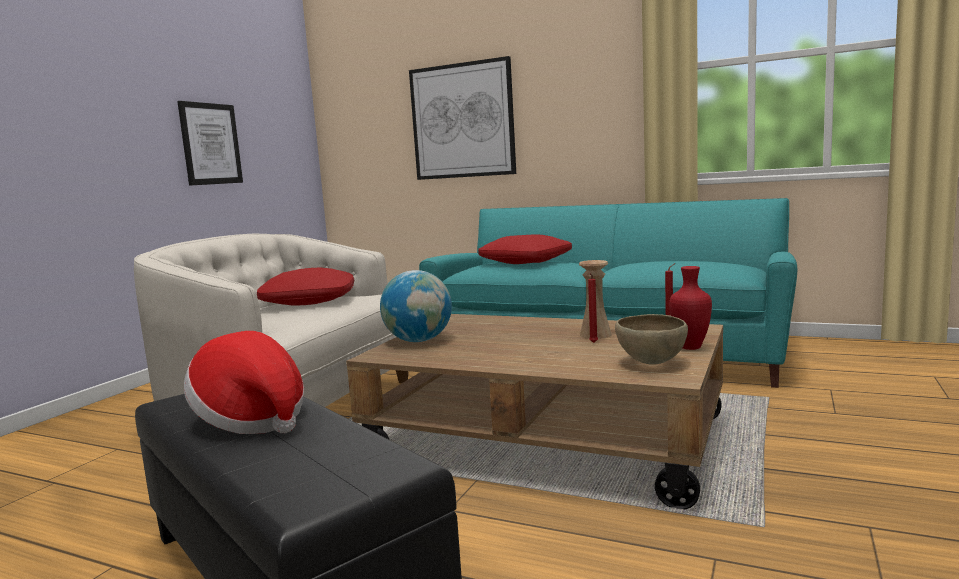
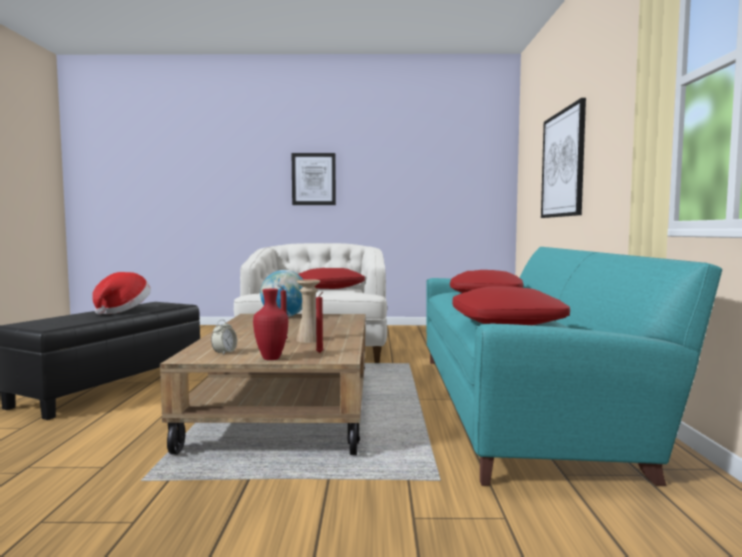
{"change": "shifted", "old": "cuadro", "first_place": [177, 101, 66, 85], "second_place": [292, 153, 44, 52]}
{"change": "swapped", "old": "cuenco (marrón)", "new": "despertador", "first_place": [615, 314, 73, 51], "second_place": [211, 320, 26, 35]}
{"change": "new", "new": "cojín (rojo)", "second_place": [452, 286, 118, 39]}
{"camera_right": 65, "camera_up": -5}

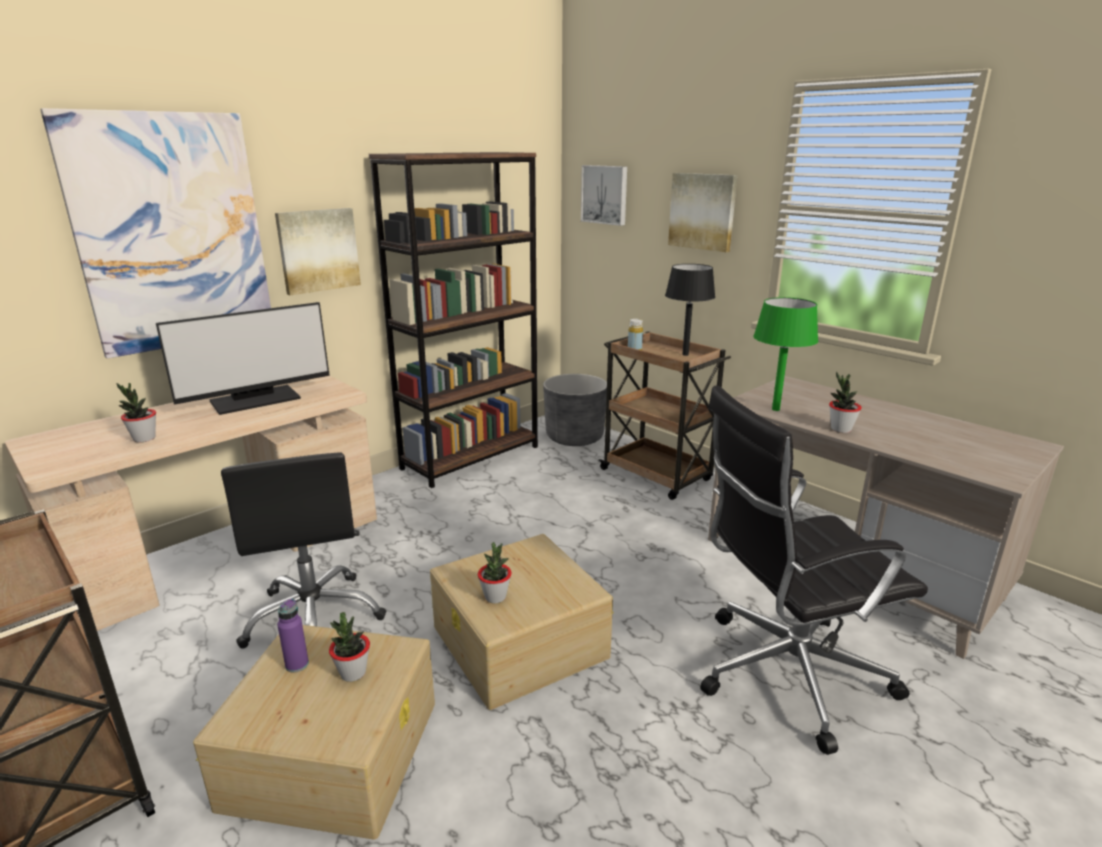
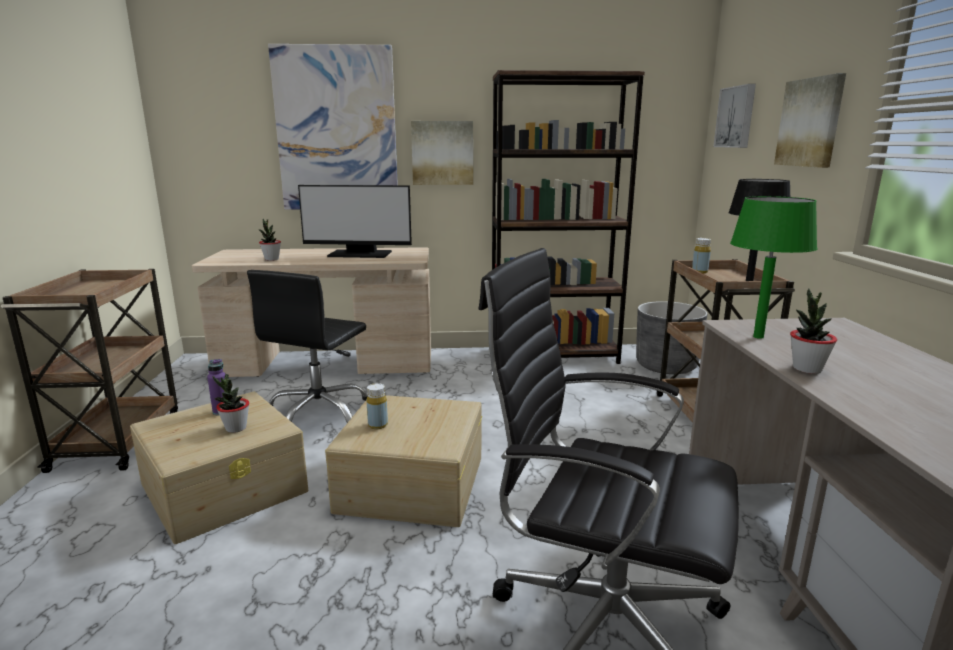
{"change": "swapped", "old": "planta en maceta", "new": "botella (amarillo)", "first_place": [478, 542, 34, 61], "second_place": [366, 383, 22, 46]}
{"camera_right": 40, "camera_up": -5}

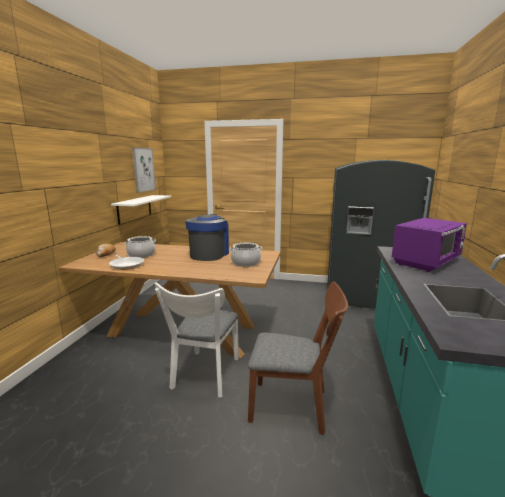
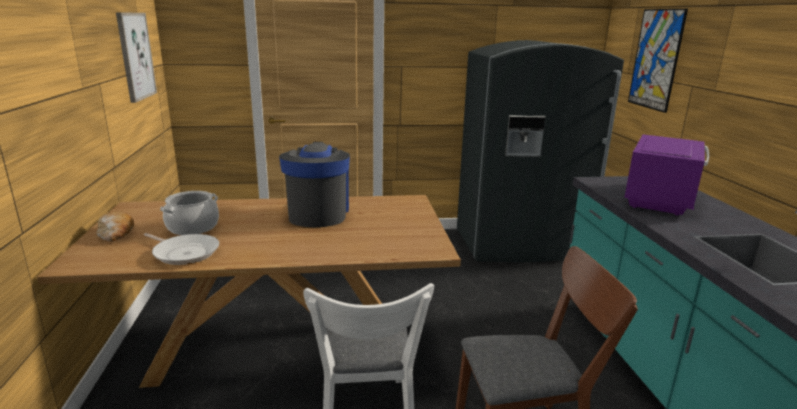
{"change": "gone", "old": "estante (blanco)", "first_place": [111, 195, 60, 29]}
{"change": "gone", "old": "olla", "first_place": [229, 242, 33, 25]}
{"change": "new", "new": "cuadro", "second_place": [628, 9, 60, 104]}
{"camera_right": -20, "camera_up": 5}

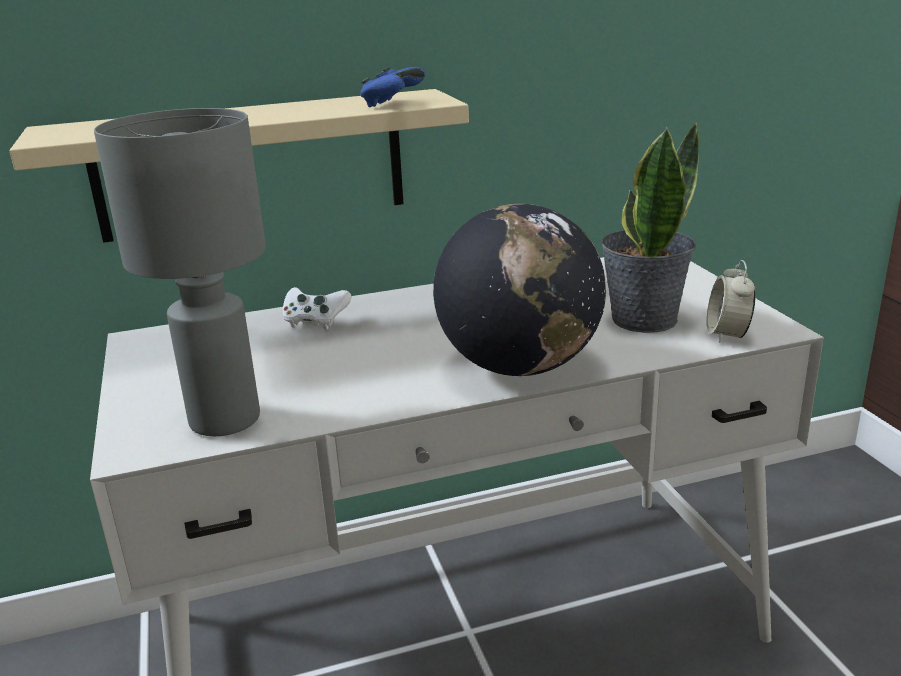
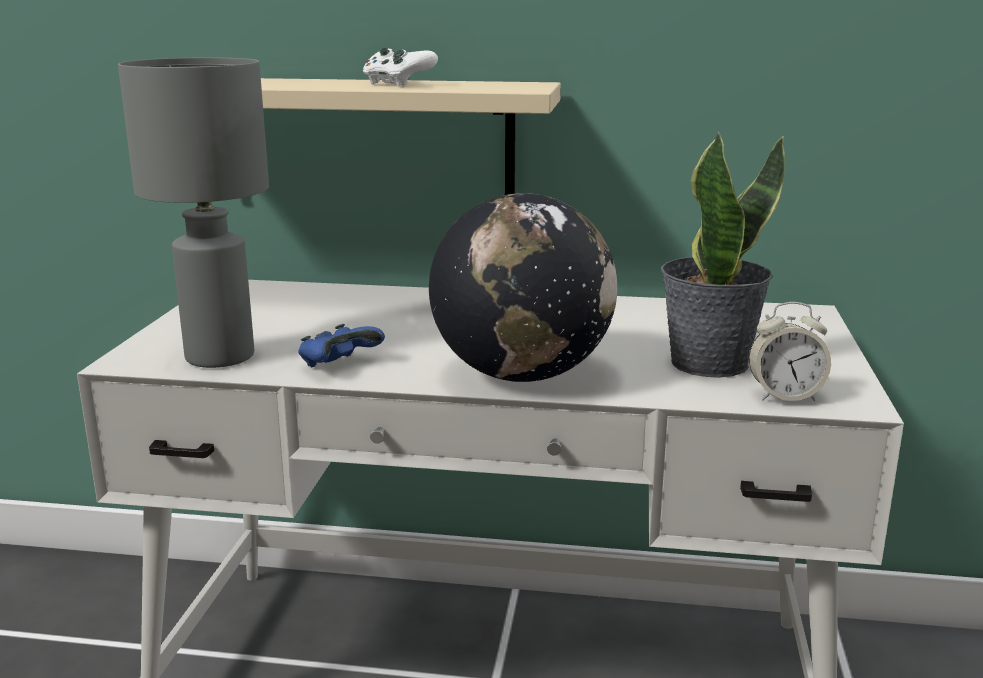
{"change": "shifted", "old": "mando de consola (blanco)", "first_place": [283, 287, 68, 43], "second_place": [363, 48, 75, 39]}
{"change": "shifted", "old": "mando de consola (azul)", "first_place": [360, 67, 65, 40], "second_place": [298, 324, 87, 43]}
{"change": "rotated", "old": "despertador", "first_place": [707, 260, 49, 83], "second_place": [749, 302, 82, 99], "degrees": -120}
{"camera_right": 25, "camera_up": -5}

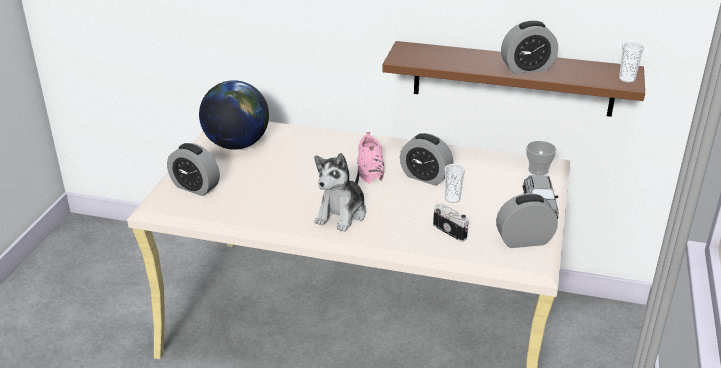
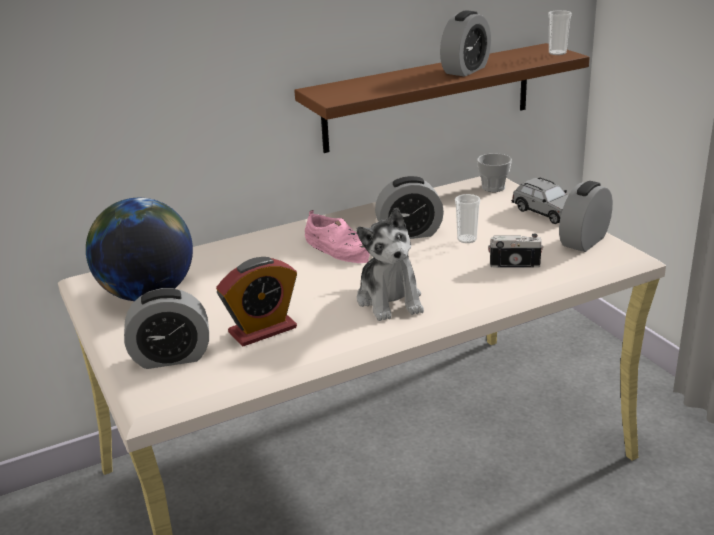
{"change": "new", "new": "despertador", "second_place": [216, 257, 81, 89]}
{"camera_right": -40, "camera_up": -5}

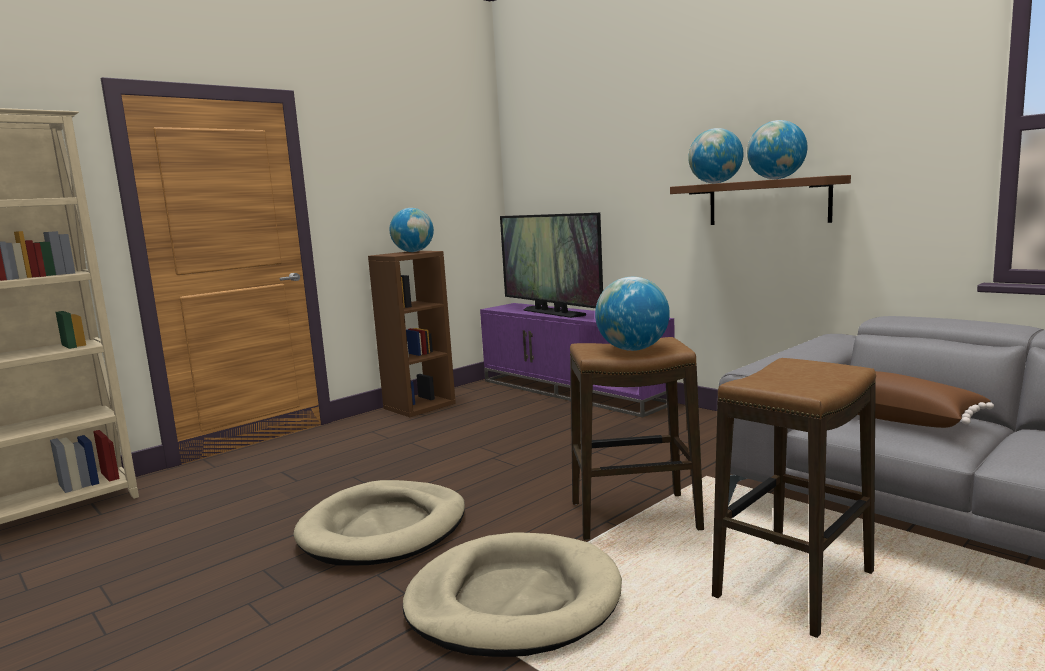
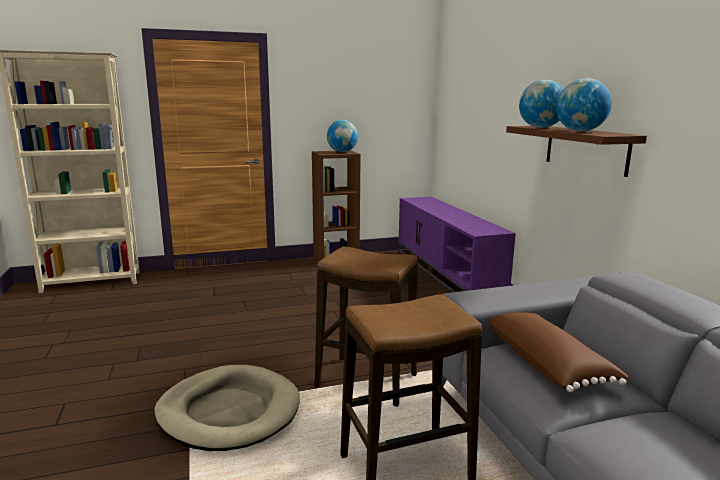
{"change": "gone", "old": "cama para perro (beis)", "first_place": [293, 480, 172, 86]}
{"change": "gone", "old": "televisor", "first_place": [500, 213, 103, 105]}
{"change": "gone", "old": "globo terráqueo", "first_place": [595, 277, 75, 74]}
{"camera_right": 25, "camera_up": 5}

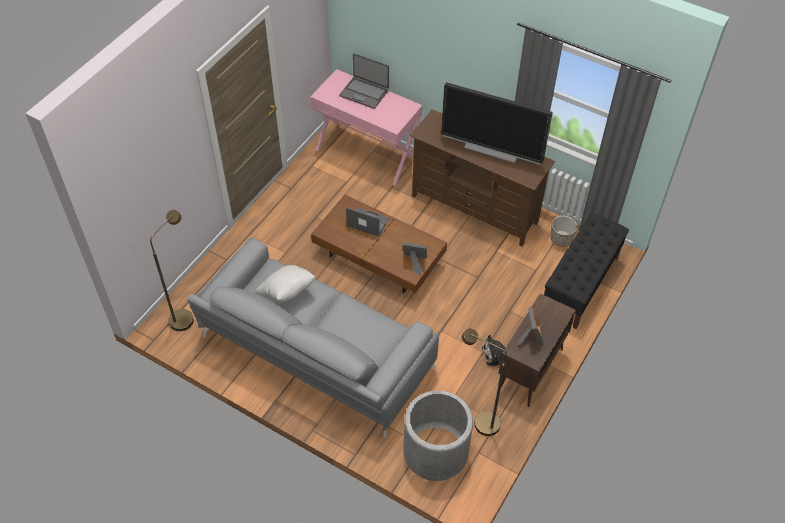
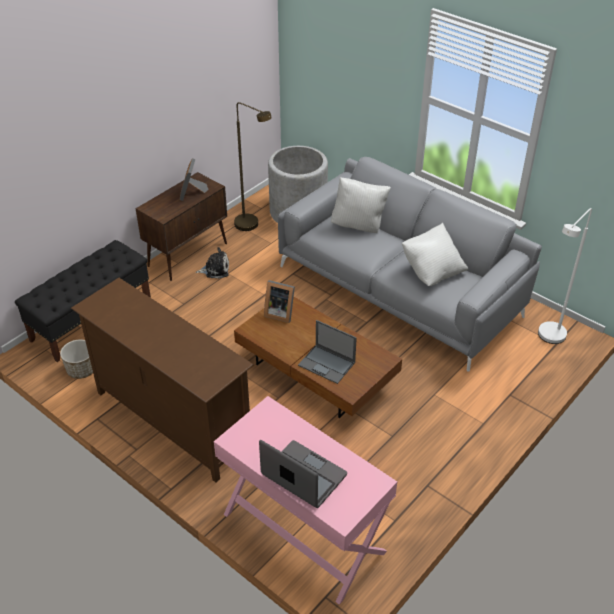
{"change": "repainted", "old": "lámpara de pie (marrón)", "new": "lámpara de pie (blanco)", "first_place": [150, 210, 44, 121], "second_place": [538, 208, 54, 136]}
{"change": "gone", "old": "televisor", "first_place": [441, 82, 112, 82]}
{"change": "new", "new": "cojín (blanco)", "second_place": [331, 177, 60, 56]}
{"camera_right": -170, "camera_up": -10}

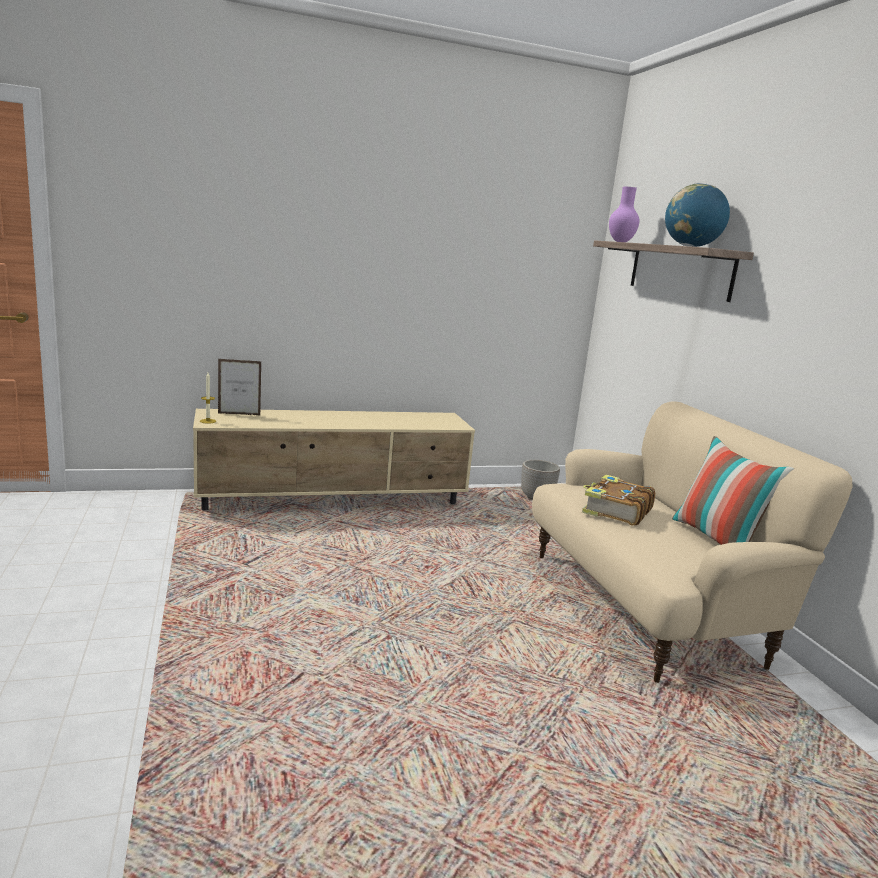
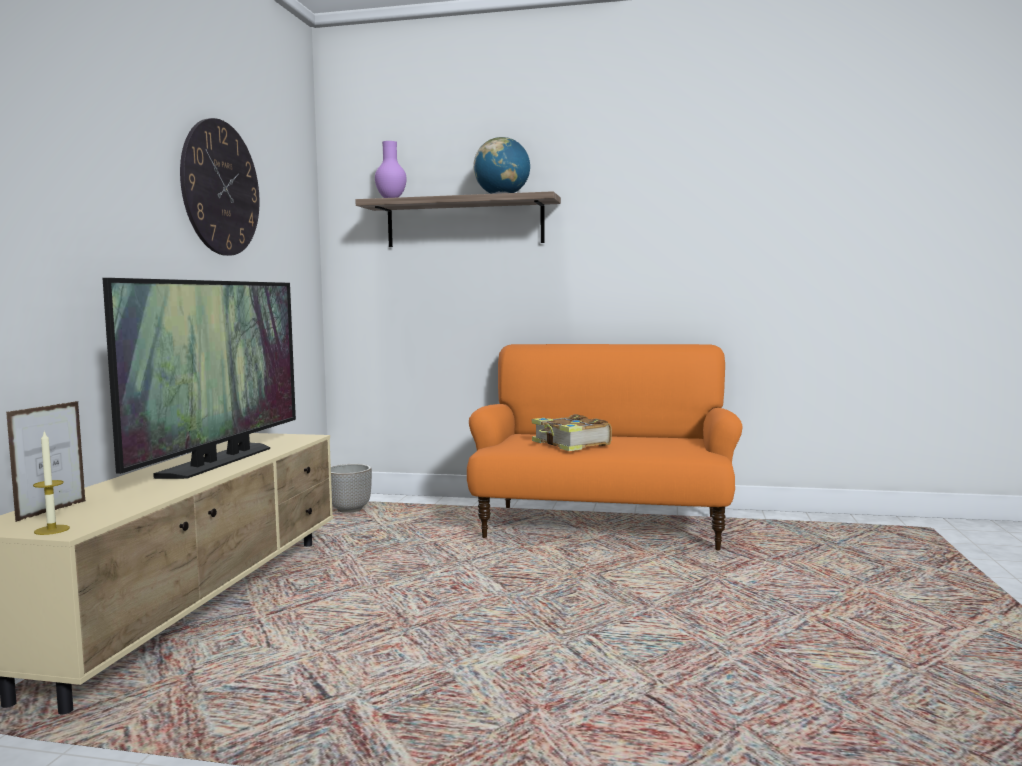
{"change": "repainted", "old": "sofá (beis)", "new": "sofá (naranja)", "first_place": [532, 401, 321, 282], "second_place": [467, 344, 276, 206]}
{"change": "gone", "old": "cojín", "first_place": [672, 436, 122, 109]}
{"change": "new", "new": "televisor", "second_place": [103, 278, 193, 201]}
{"change": "new", "new": "reloj de pared", "second_place": [180, 118, 79, 138]}
{"camera_right": -60, "camera_up": -10}

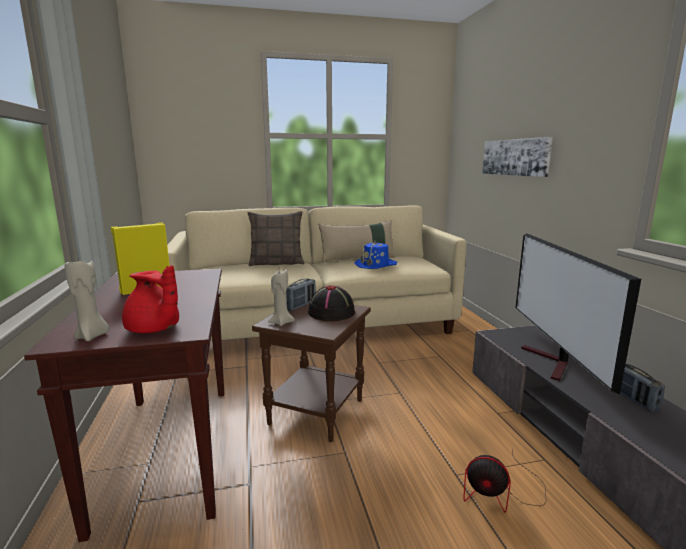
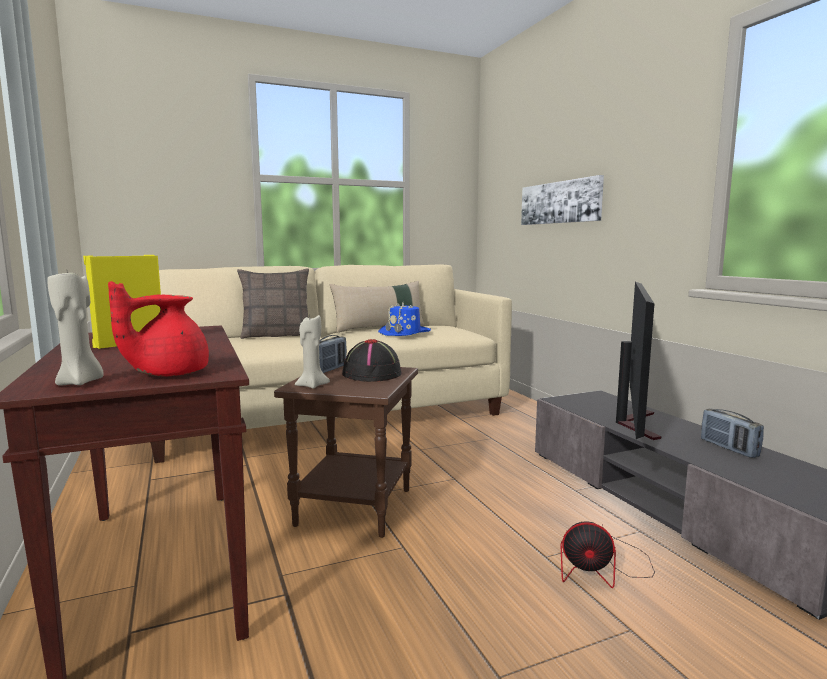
{"change": "rotated", "old": "tetera (rojo)", "first_place": [122, 265, 57, 69], "second_place": [108, 281, 101, 95], "degrees": 105}
{"change": "rotated", "old": "televisor", "first_place": [515, 233, 126, 162], "second_place": [616, 282, 45, 158], "degrees": -150}
{"camera_right": -10, "camera_up": -5}

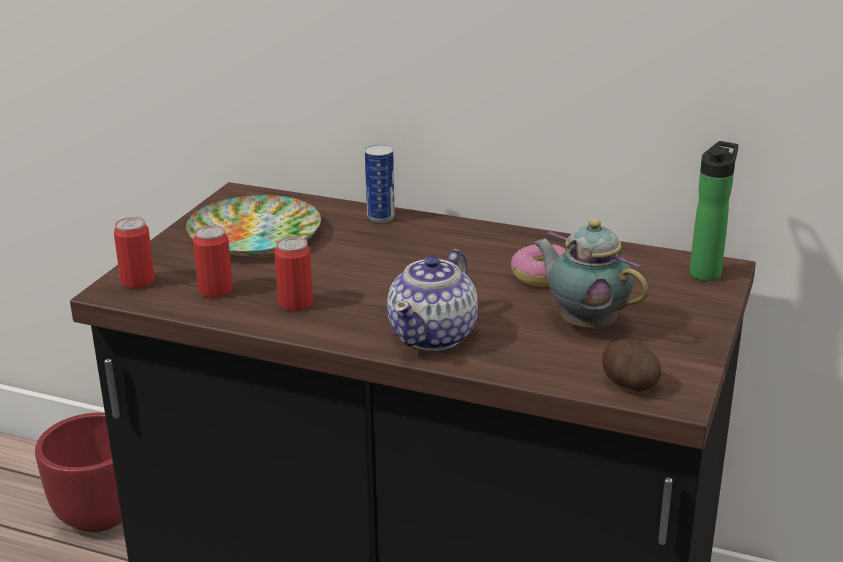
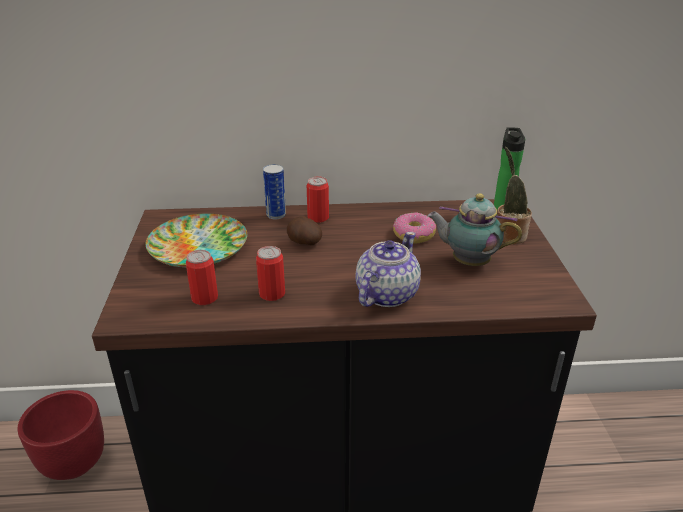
{"change": "shifted", "old": "lata", "first_place": [114, 217, 41, 72], "second_place": [307, 177, 22, 46]}
{"change": "rotated", "old": "tetera", "first_place": [387, 249, 91, 102], "second_place": [356, 232, 65, 75], "degrees": -150}
{"change": "shifted", "old": "patata", "first_place": [602, 338, 59, 54], "second_place": [287, 216, 35, 29]}
{"change": "new", "new": "planta en maceta", "second_place": [497, 147, 35, 97]}
{"camera_right": -25, "camera_up": 5}

